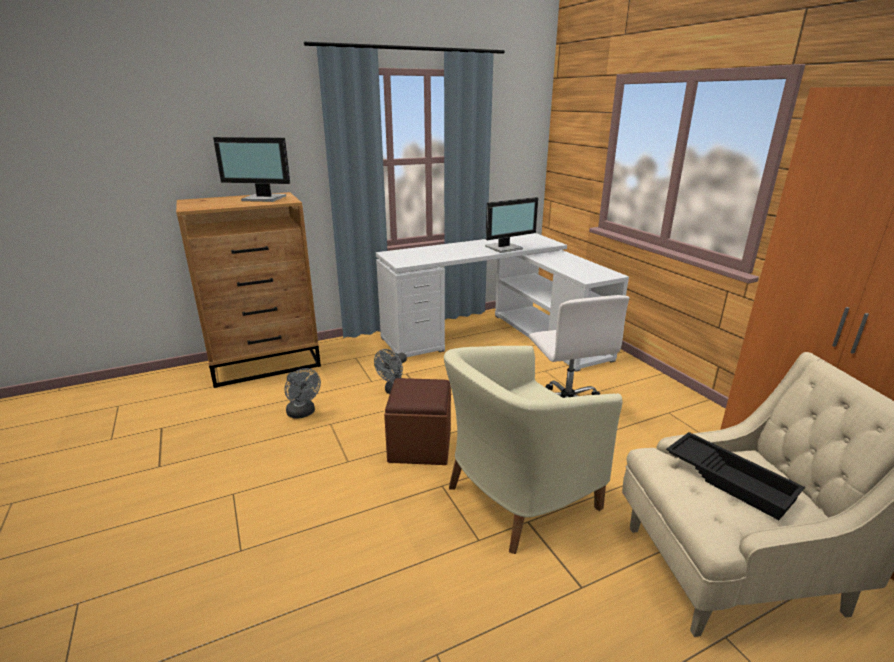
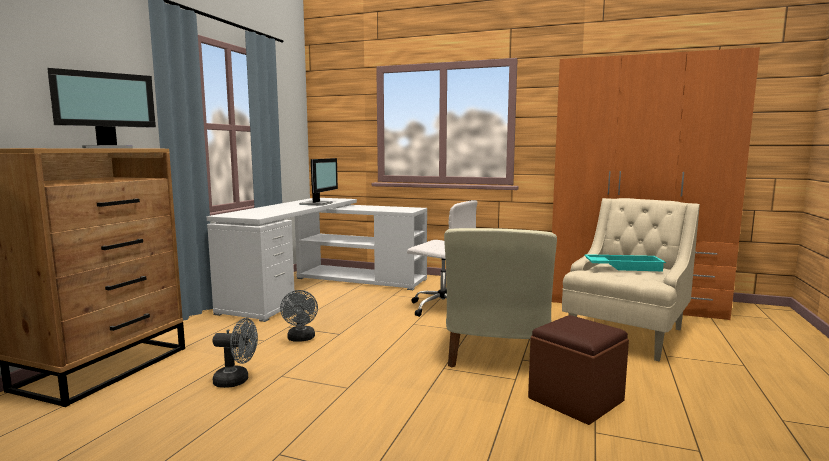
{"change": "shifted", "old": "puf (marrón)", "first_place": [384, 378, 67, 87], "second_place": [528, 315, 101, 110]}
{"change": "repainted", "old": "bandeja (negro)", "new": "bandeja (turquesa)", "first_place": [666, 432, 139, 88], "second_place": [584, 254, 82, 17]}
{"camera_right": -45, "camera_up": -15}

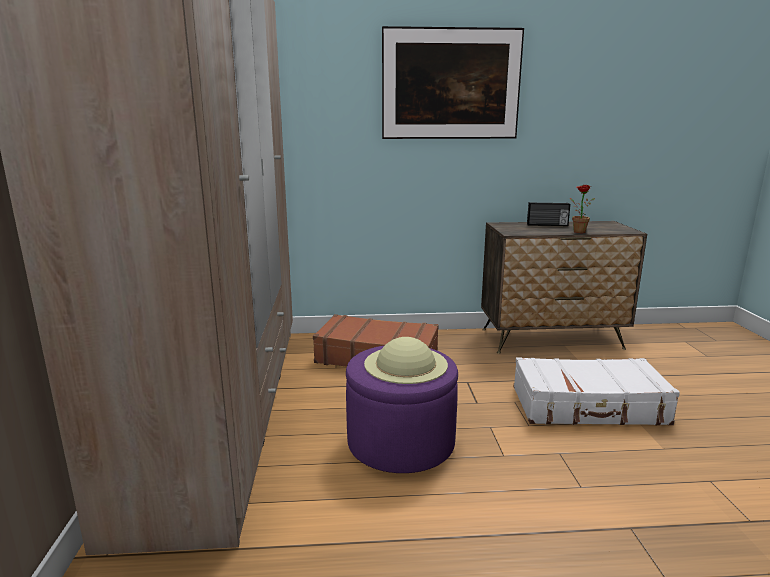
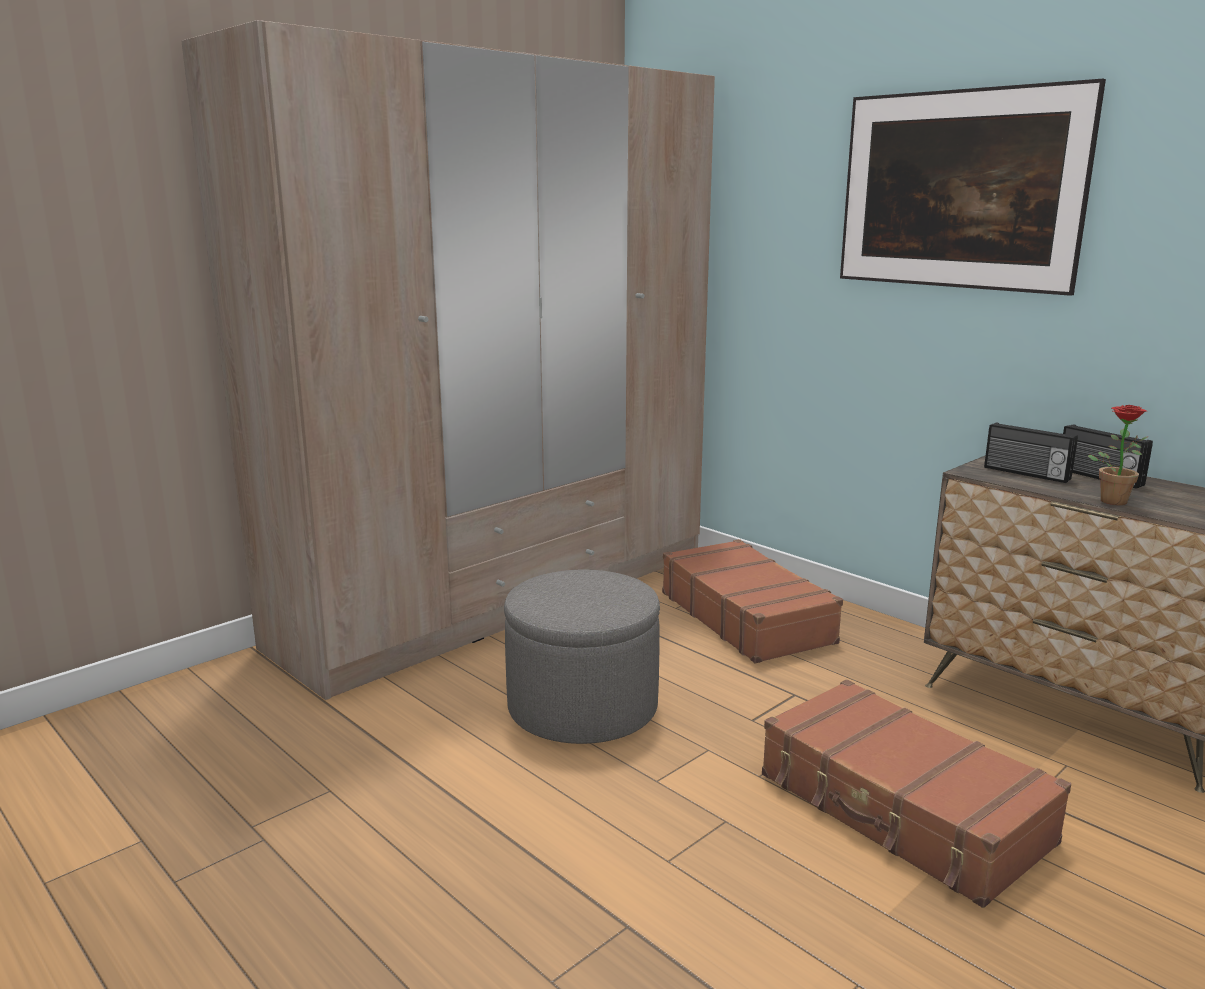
{"change": "repainted", "old": "puf (morado)", "new": "puf (gris)", "first_place": [346, 345, 112, 128], "second_place": [504, 570, 156, 174]}
{"change": "gone", "old": "sombrero (beis)", "first_place": [364, 337, 84, 47]}
{"change": "repainted", "old": "maleta (blanco)", "new": "maleta (marrón)", "first_place": [513, 357, 167, 68], "second_place": [762, 679, 309, 229]}
{"change": "new", "new": "radio", "second_place": [984, 422, 94, 61]}
{"camera_right": 50, "camera_up": 0}

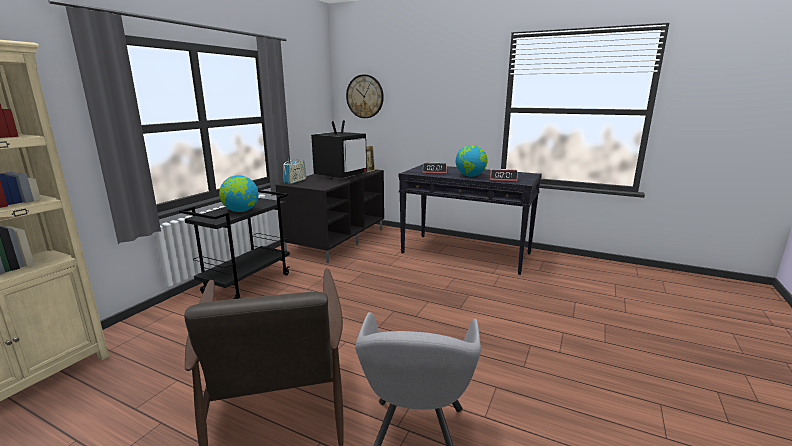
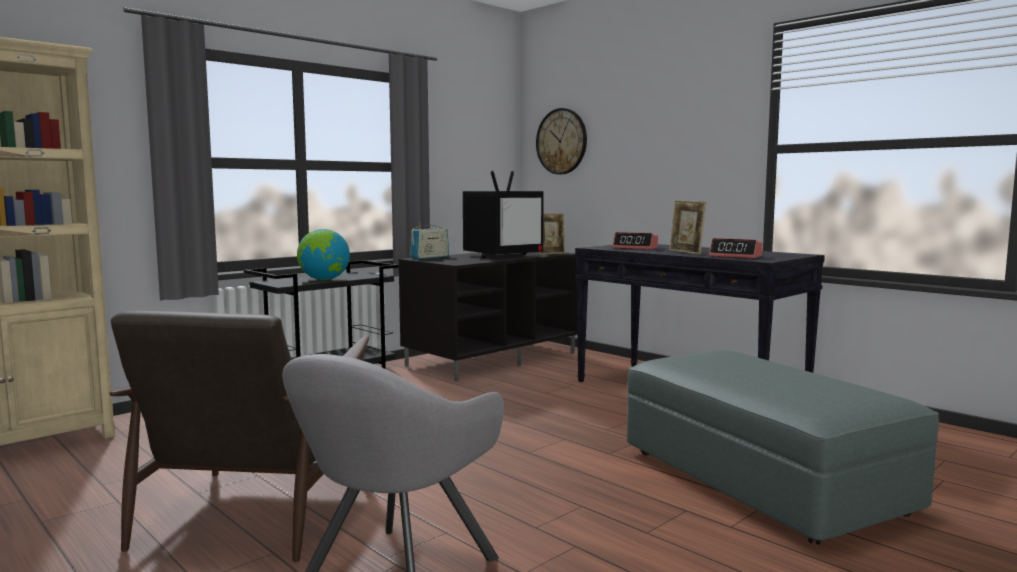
{"change": "swapped", "old": "globo terráqueo", "new": "portarretratos", "first_place": [456, 145, 32, 32], "second_place": [669, 200, 38, 55]}
{"change": "new", "new": "puf (gris)", "second_place": [627, 350, 312, 195]}
{"camera_right": 20, "camera_up": -10}

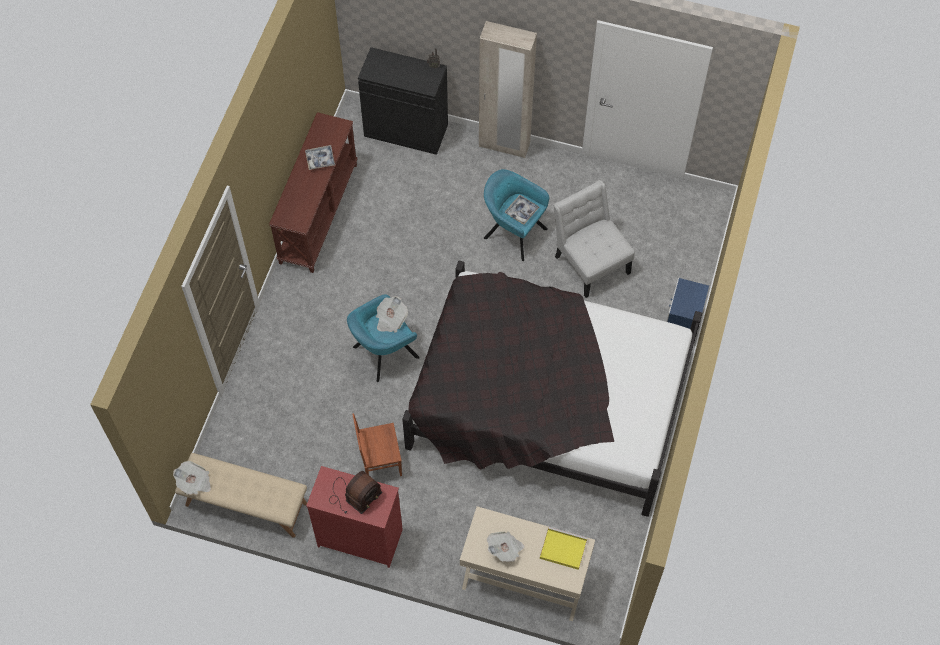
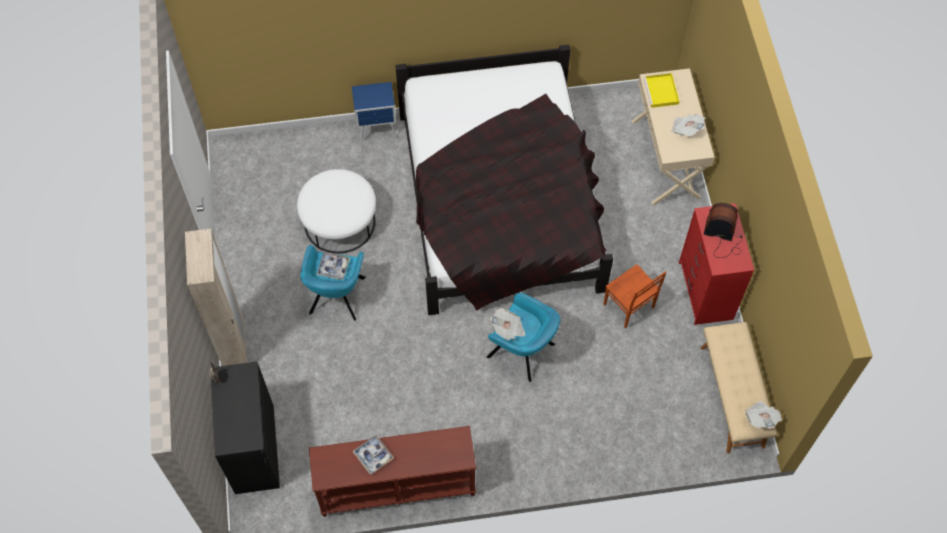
{"change": "swapped", "old": "silla (blanco)", "new": "puf (blanco)", "first_place": [554, 180, 81, 118], "second_place": [297, 169, 79, 85]}
{"camera_right": -115, "camera_up": 0}

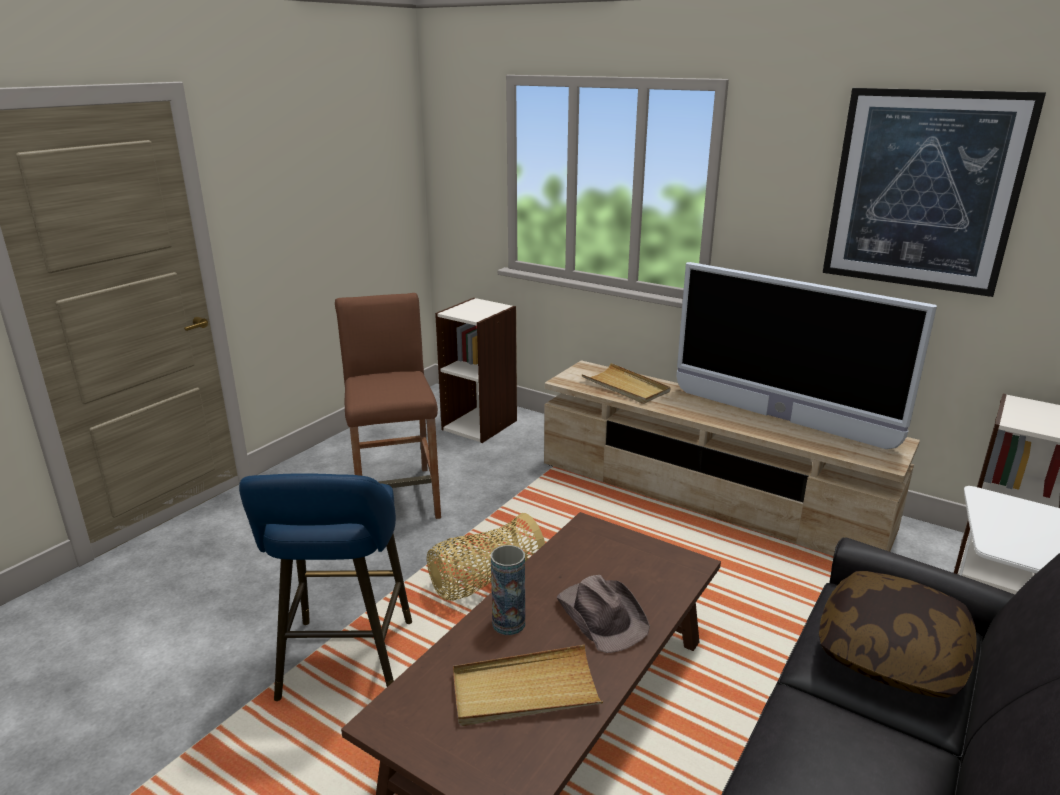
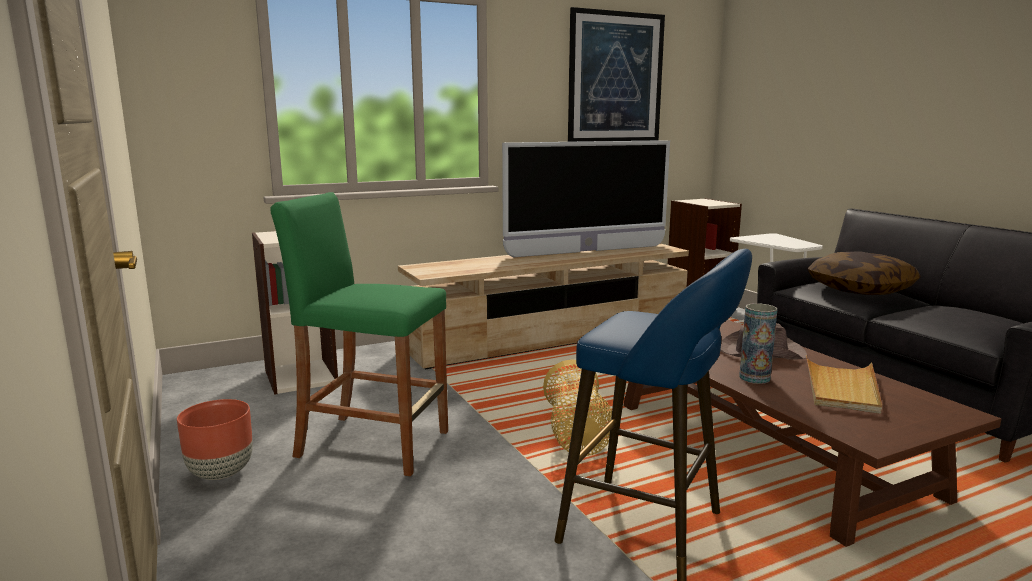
{"change": "repainted", "old": "taburete (marrón)", "new": "taburete (verde)", "first_place": [335, 293, 106, 226], "second_place": [270, 192, 178, 284]}
{"change": "gone", "old": "bandeja (beis)", "first_place": [582, 363, 89, 41]}
{"change": "new", "new": "maceta (marrón)", "second_place": [177, 399, 76, 81]}
{"camera_right": -60, "camera_up": -10}

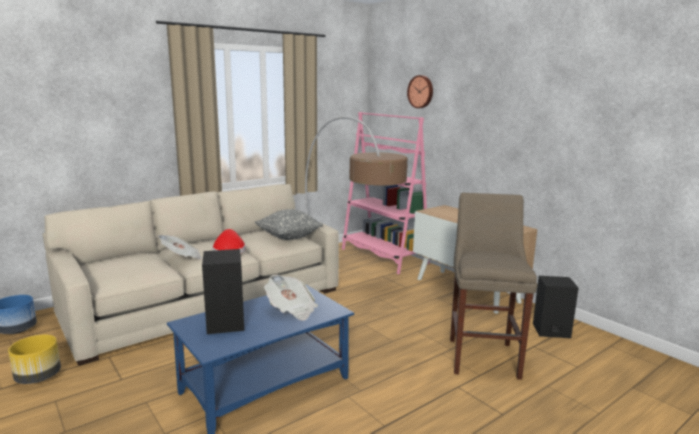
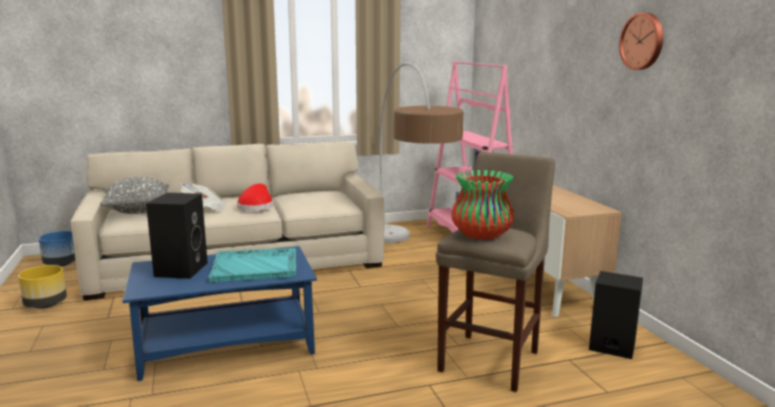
{"change": "shifted", "old": "cojín (gris)", "first_place": [255, 209, 68, 31], "second_place": [100, 177, 69, 37]}
{"change": "swapped", "old": "periódico", "new": "bandeja (turquesa)", "first_place": [264, 275, 54, 46], "second_place": [208, 248, 88, 34]}
{"change": "shifted", "old": "reloj de pared", "first_place": [407, 75, 26, 33], "second_place": [619, 13, 44, 57]}
{"change": "new", "new": "florero", "second_place": [451, 170, 63, 70]}
{"camera_right": 20, "camera_up": 0}

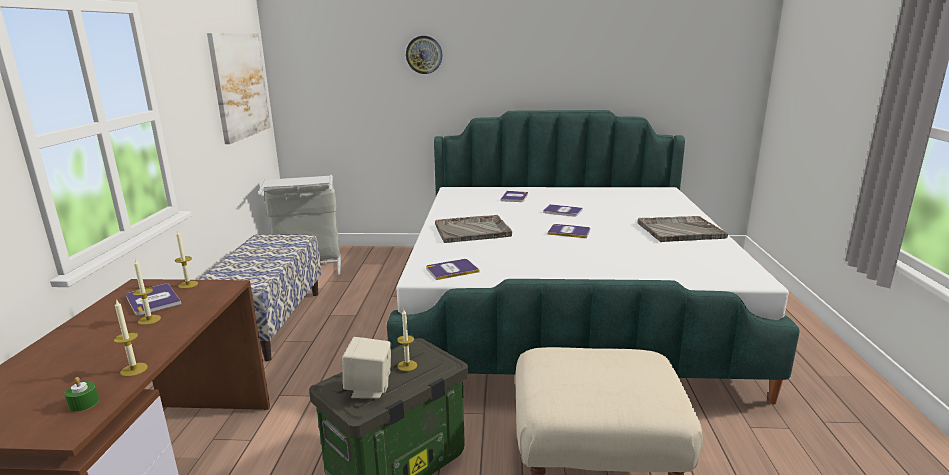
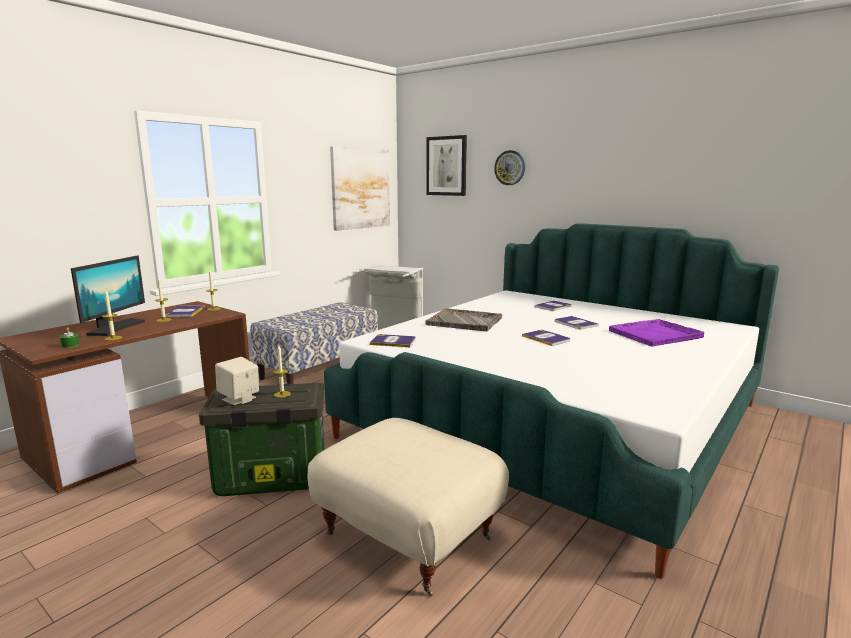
{"change": "gone", "old": "bandeja (gris)", "first_place": [638, 216, 90, 26]}
{"change": "new", "new": "monitor", "second_place": [71, 255, 74, 81]}
{"change": "new", "new": "cuadro", "second_place": [426, 135, 41, 61]}
{"change": "new", "new": "bandeja (morado)", "second_place": [609, 319, 95, 27]}
{"camera_right": 35, "camera_up": -5}

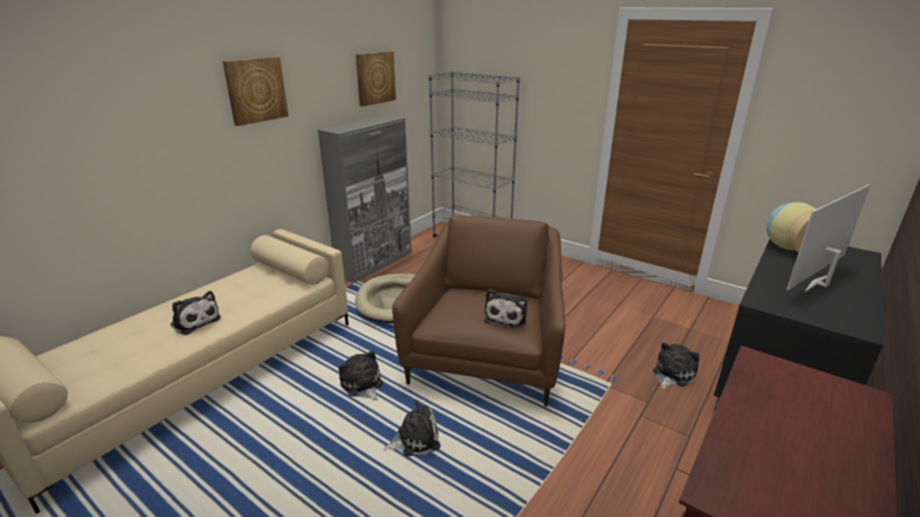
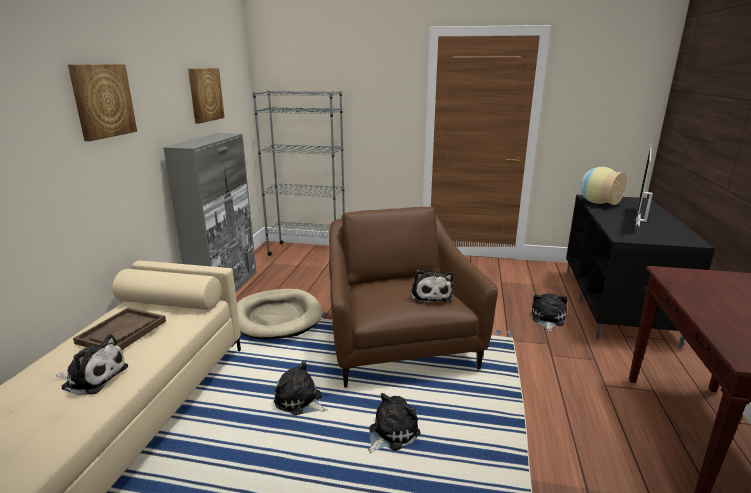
{"change": "new", "new": "bandeja (marrón)", "second_place": [73, 308, 93, 42]}
{"camera_right": -25, "camera_up": -5}

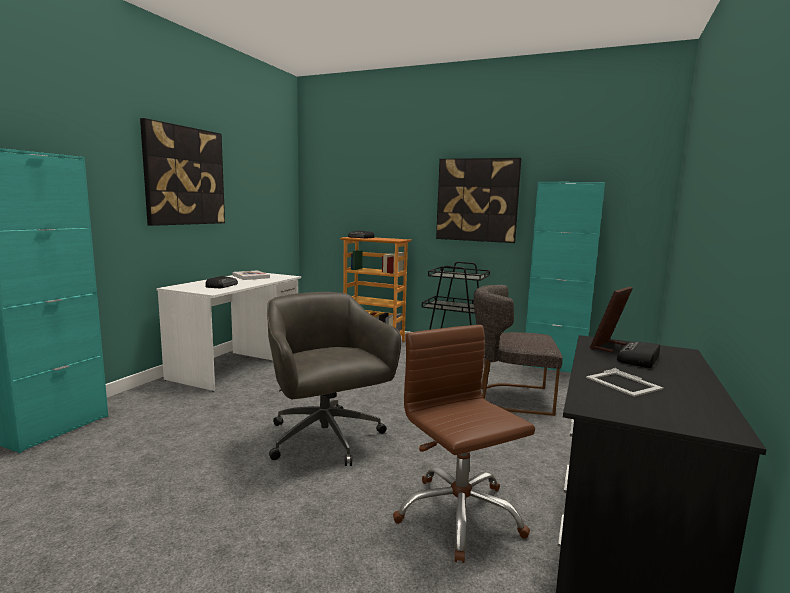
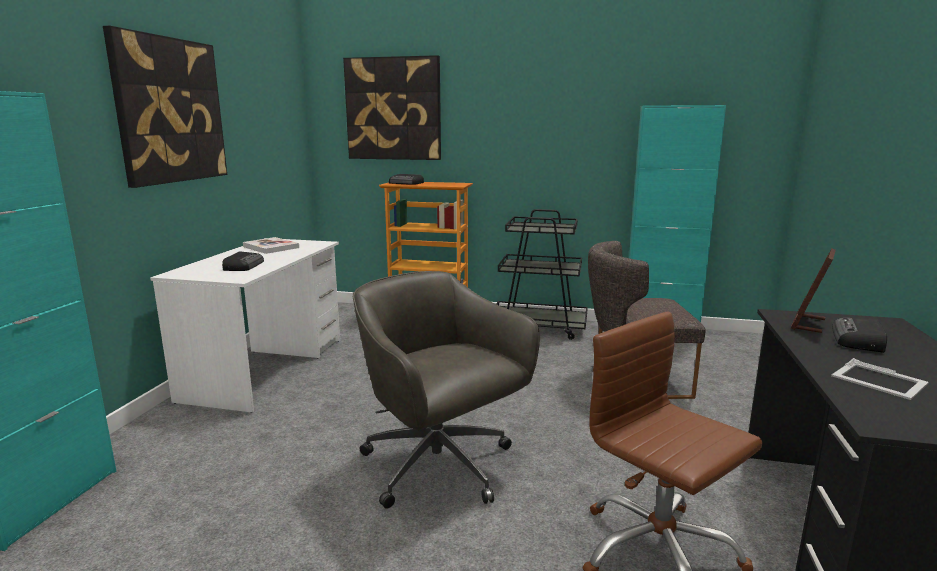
{"change": "shifted", "old": "cuadro", "first_place": [436, 158, 86, 85], "second_place": [343, 55, 98, 105]}
{"camera_right": -10, "camera_up": 5}

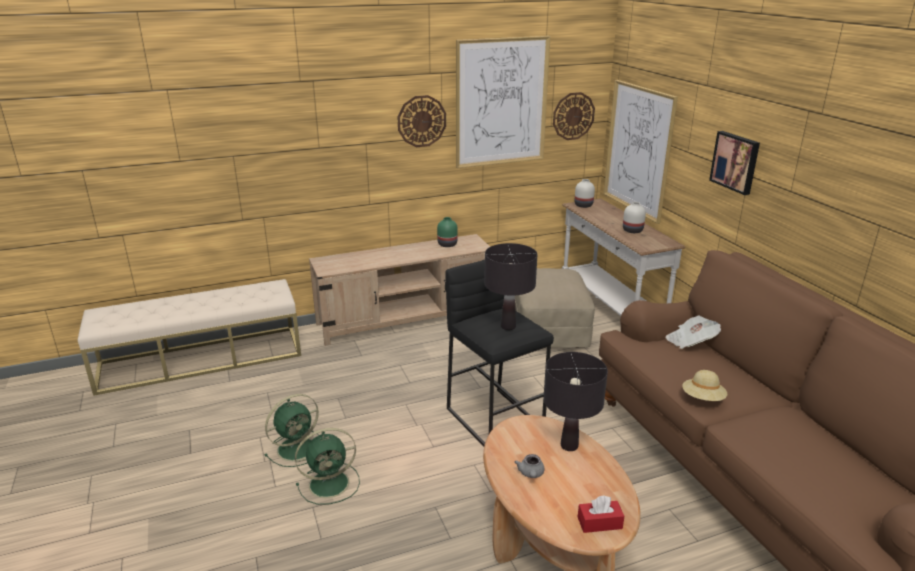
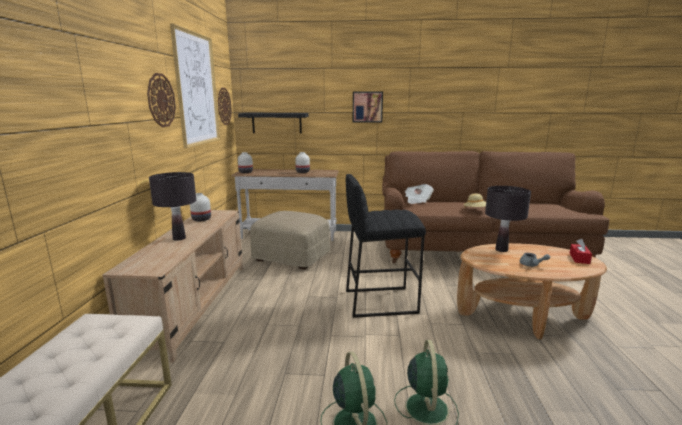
{"change": "repainted", "old": "florero (verde)", "new": "florero (blanco)", "first_place": [437, 217, 21, 30], "second_place": [190, 193, 21, 28]}
{"change": "shifted", "old": "lámpara de mesa (negro)", "first_place": [484, 243, 53, 87], "second_place": [149, 172, 47, 69]}
{"change": "swapped", "old": "cuadro", "new": "estante (negro)", "first_place": [604, 80, 74, 144], "second_place": [238, 113, 71, 20]}
{"camera_right": -65, "camera_up": -10}

